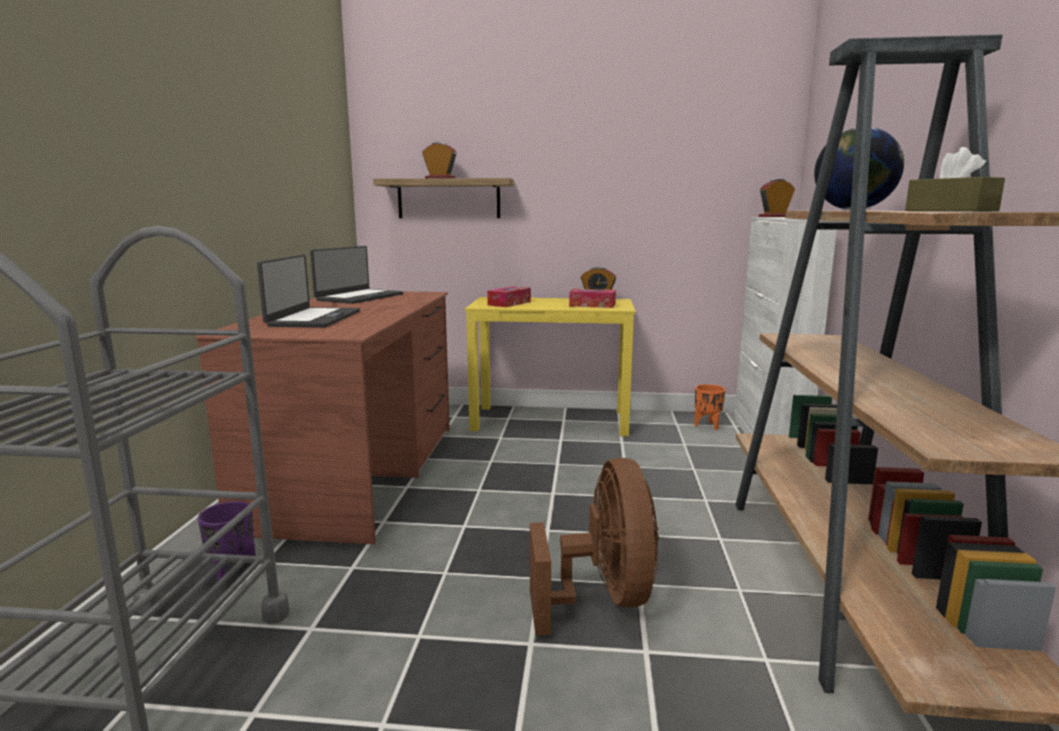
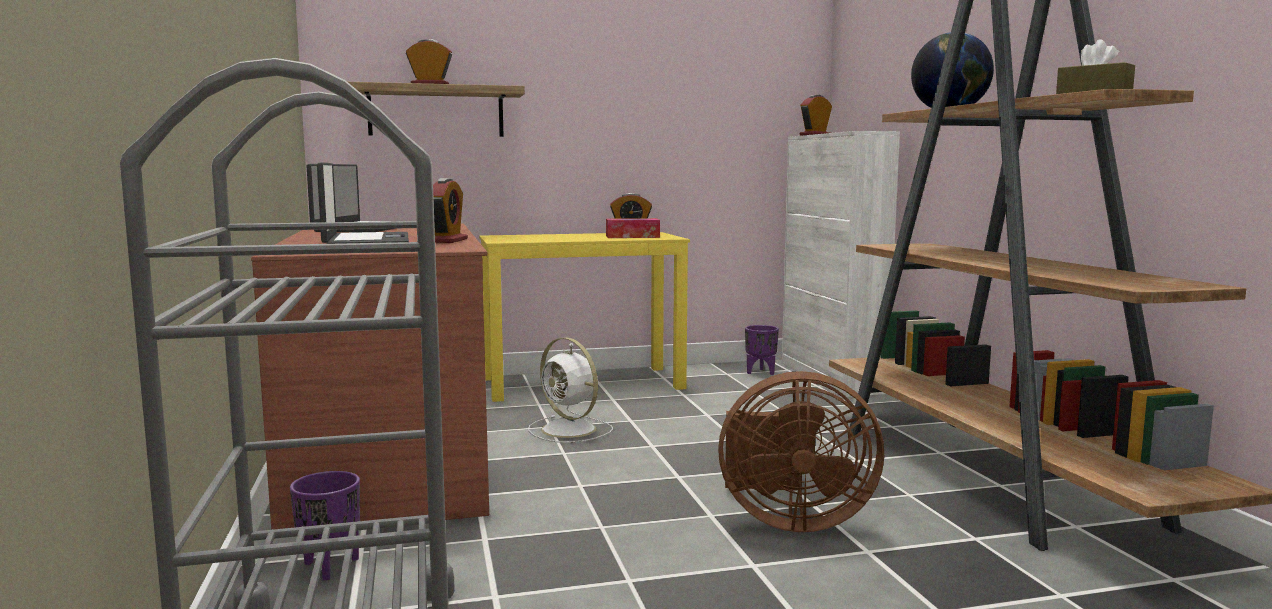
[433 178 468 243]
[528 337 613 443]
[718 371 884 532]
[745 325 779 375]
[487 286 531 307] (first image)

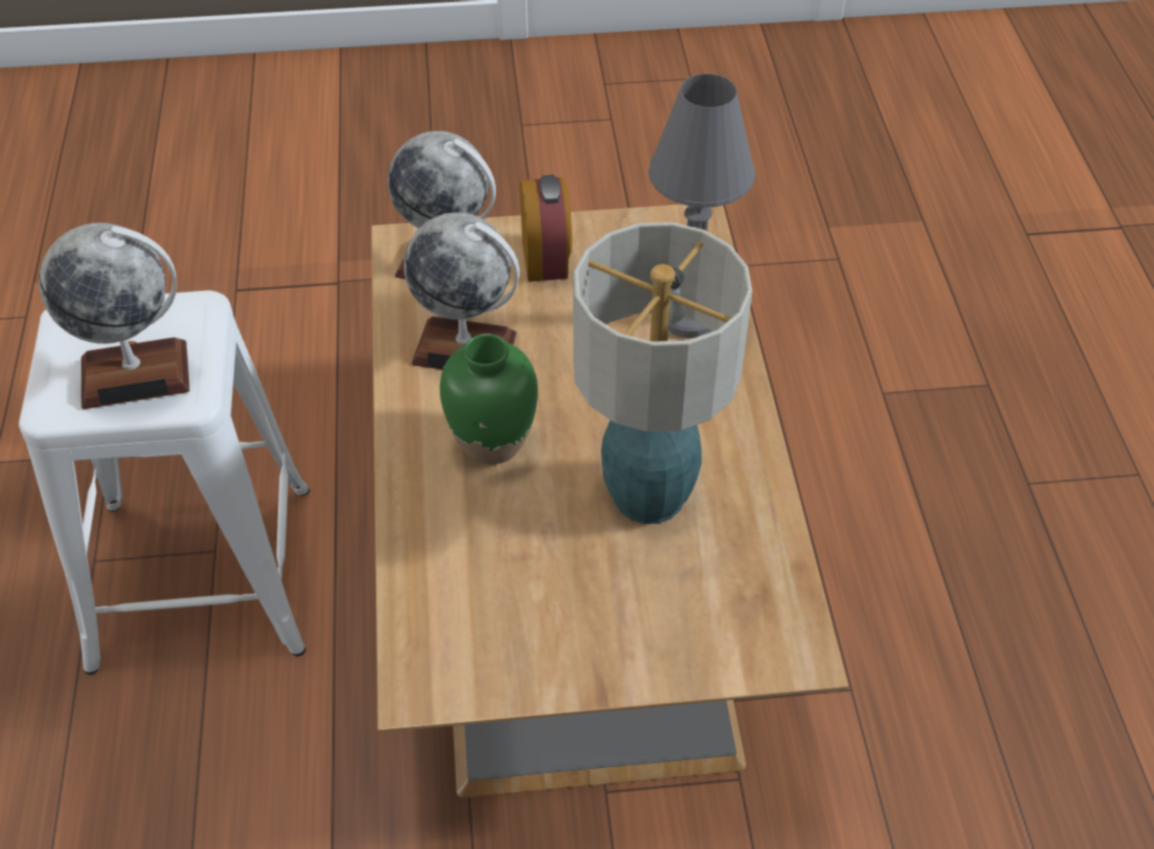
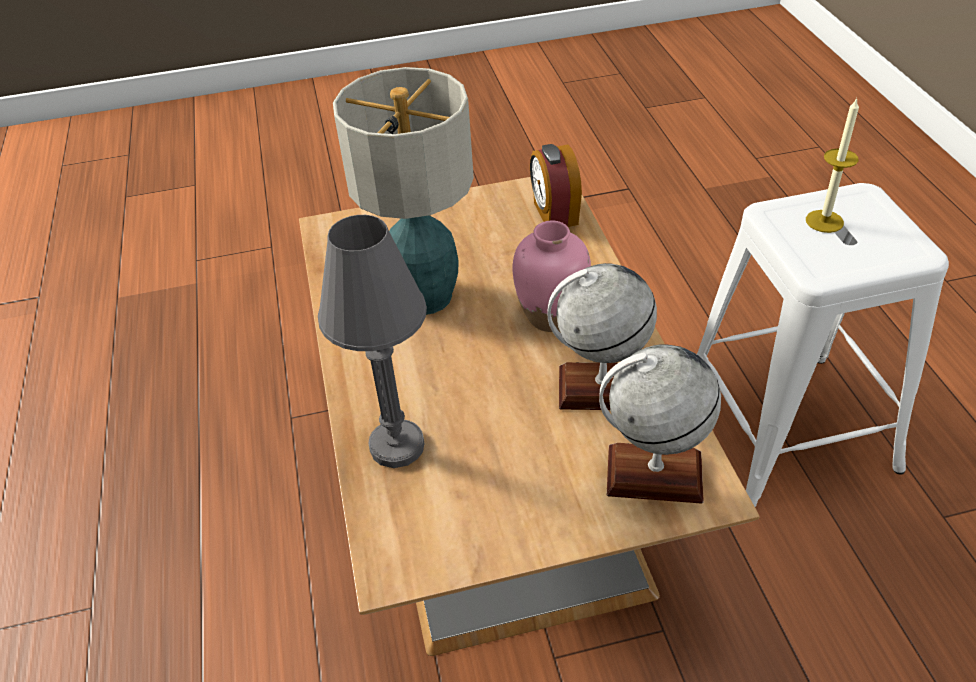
[512 221 591 332]
[530 144 582 227]
[806 97 859 233]

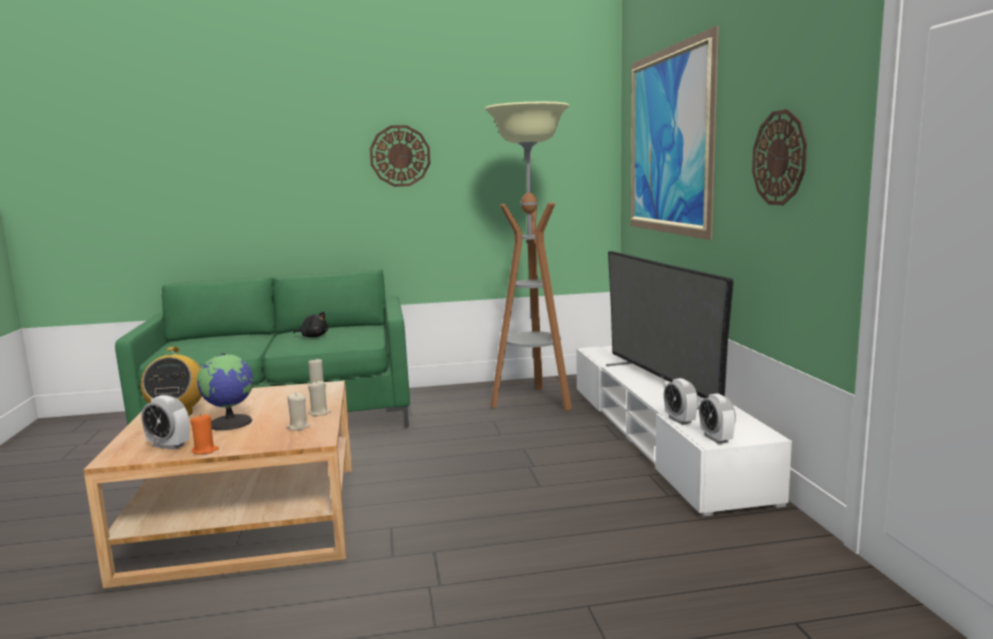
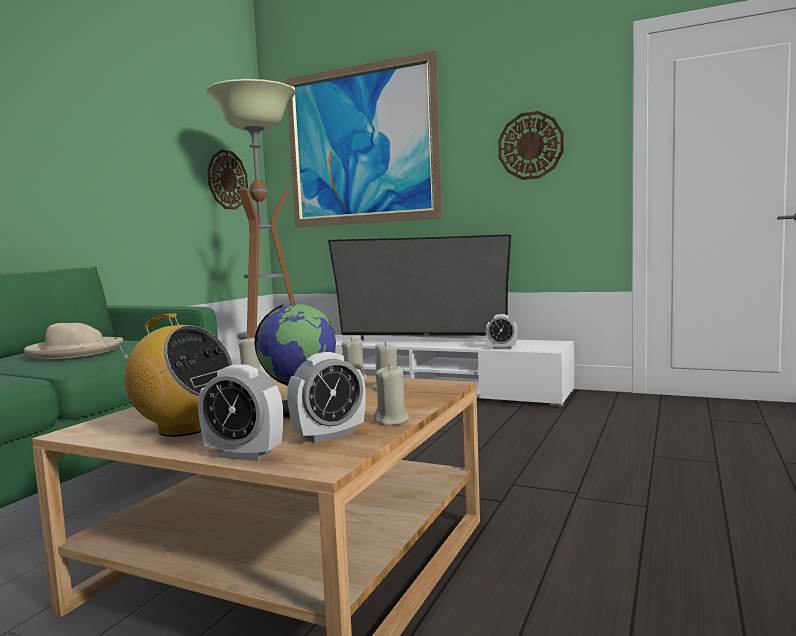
[24 323 124 359]
[198 364 283 461]
[207 149 248 210]
[373 364 409 425]

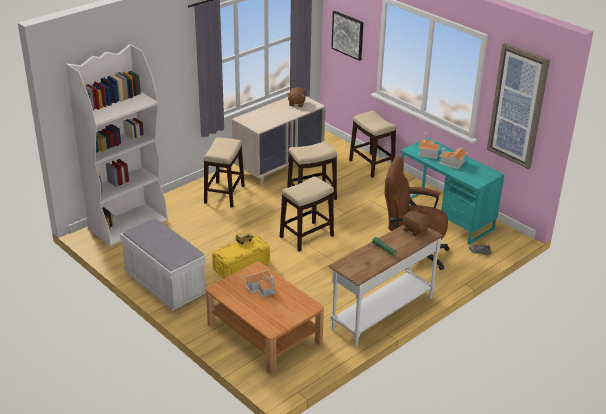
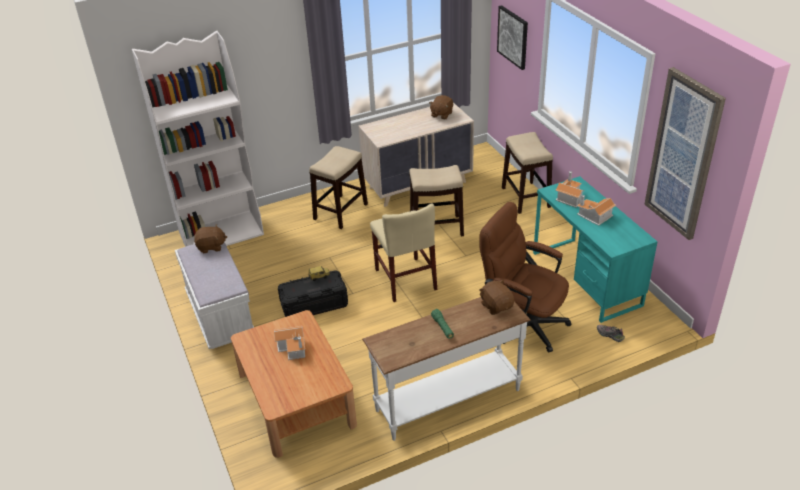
[194 224 227 253]
[278 270 348 317]
[370 203 437 302]

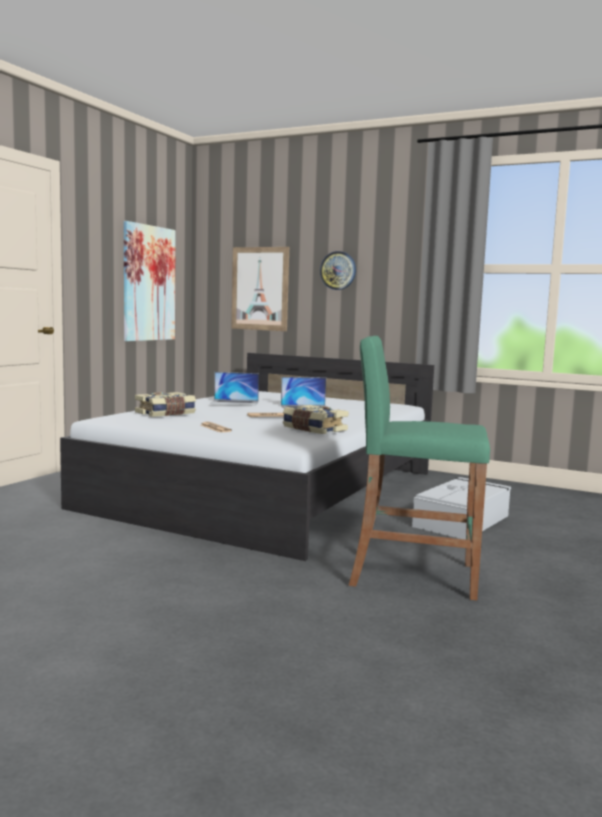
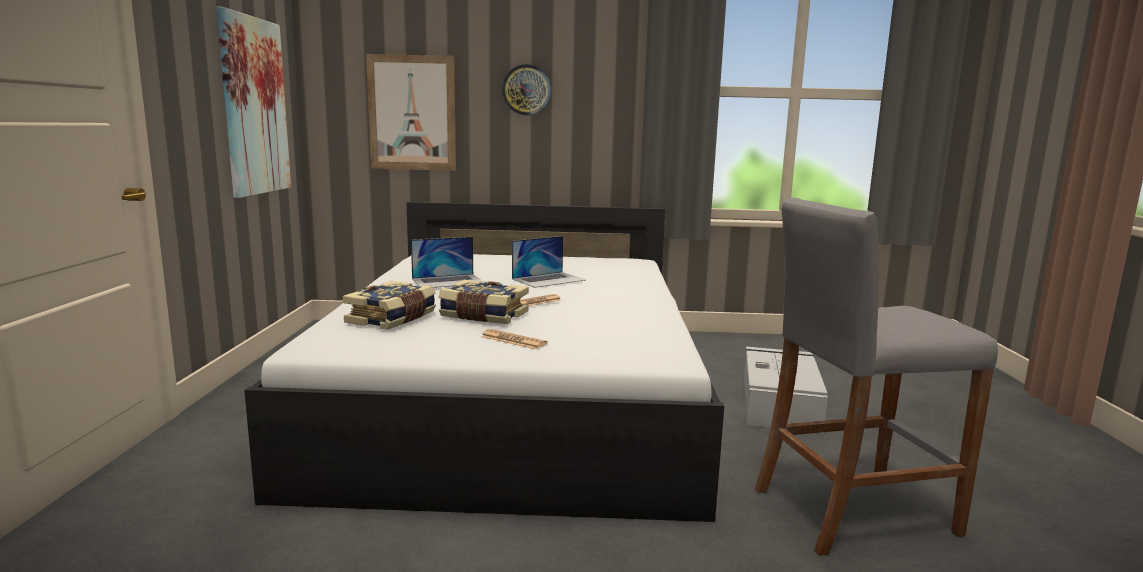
[439 280 529 324]
[754 198 998 556]

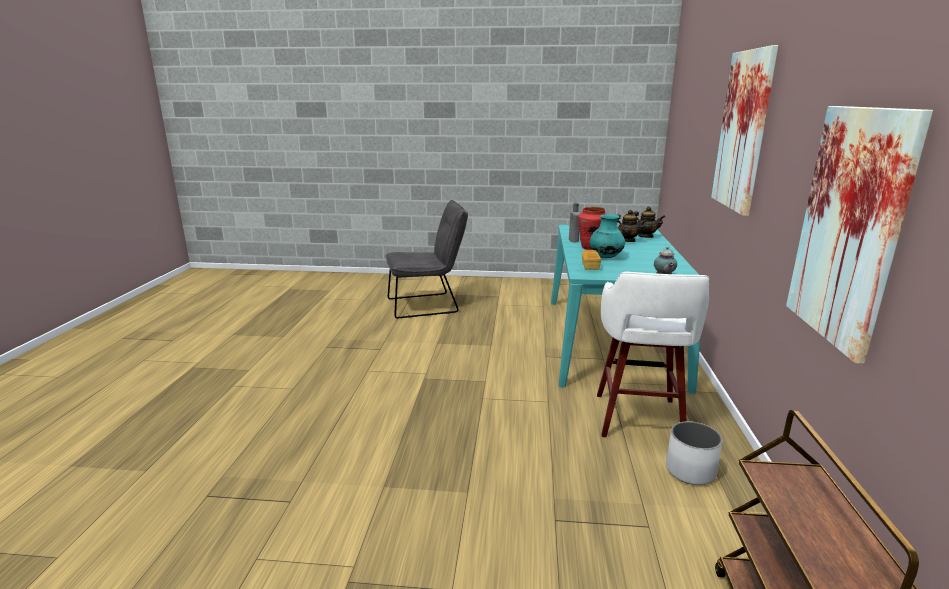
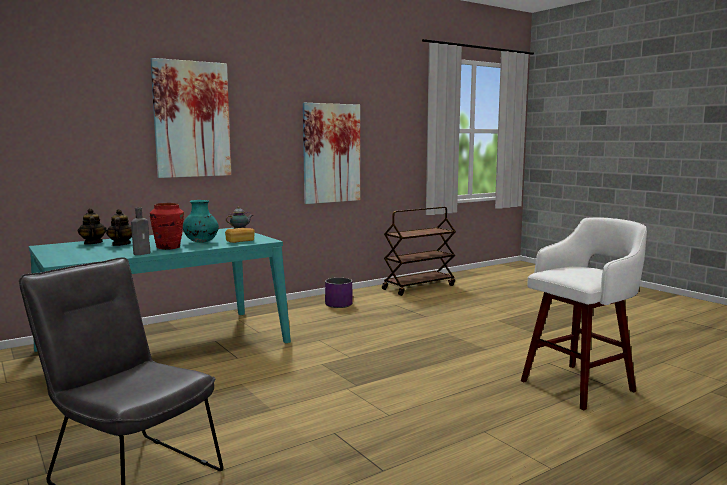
[325 278 353 308]
[521 217 647 410]

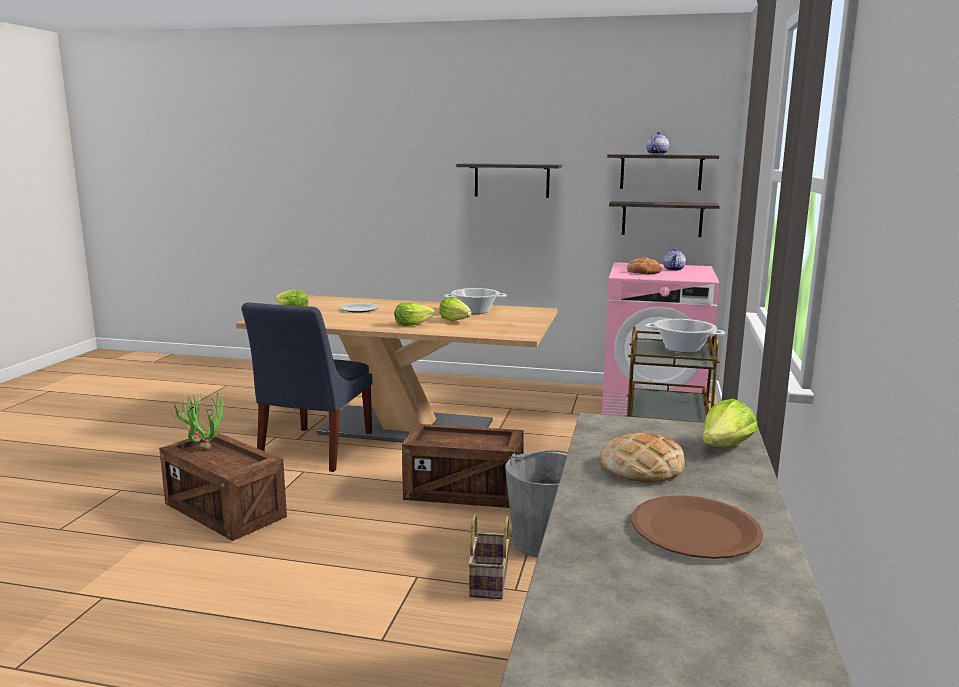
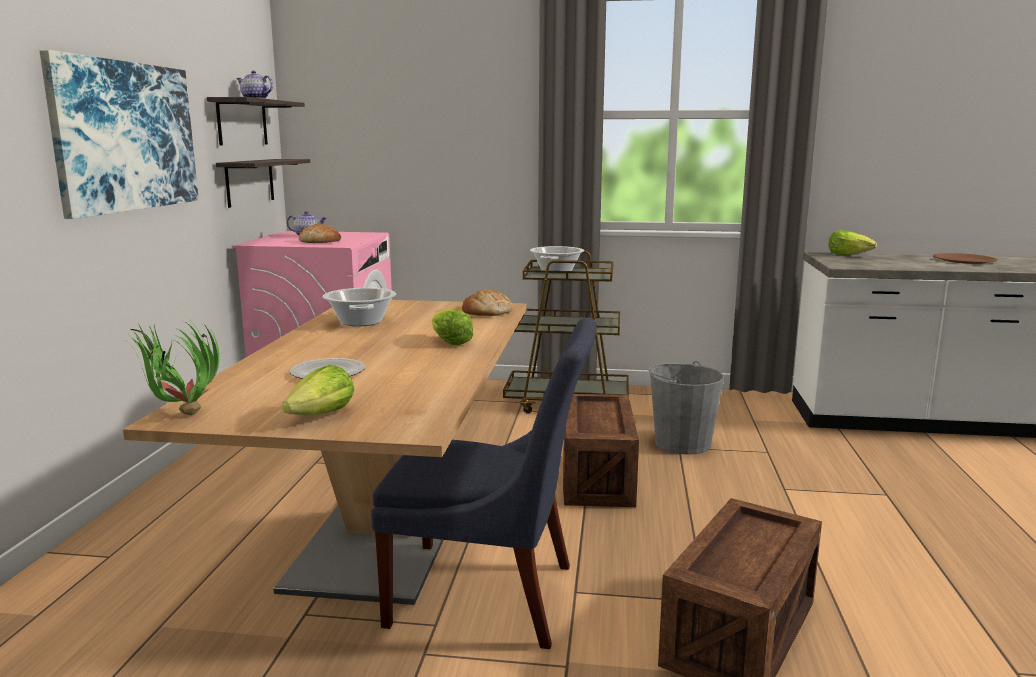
[39 50 199 219]
[128 321 219 415]
[462 290 513 316]
[439 297 472 321] (first image)
[468 514 509 599] (first image)

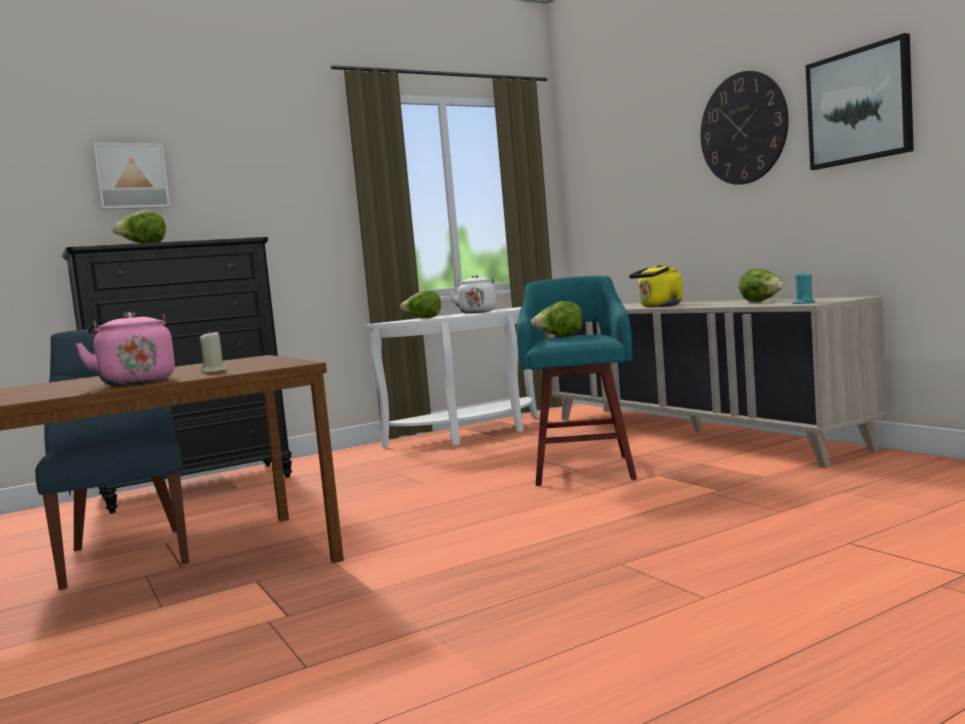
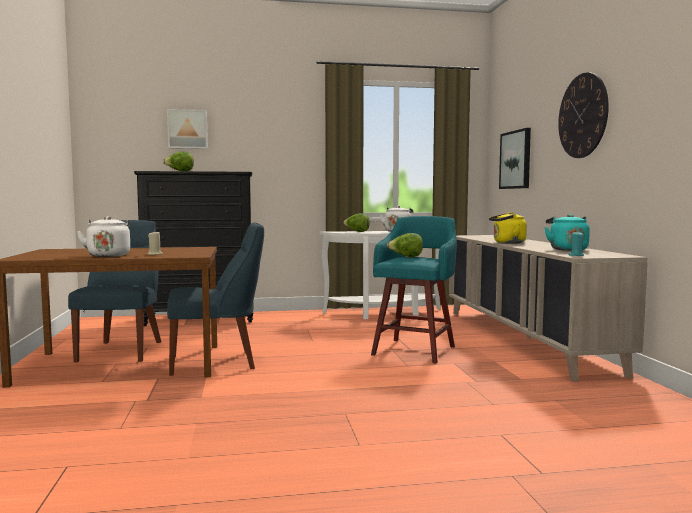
[77 216 131 257]
[167 223 264 376]
[499 128 531 189]
[544 214 590 251]

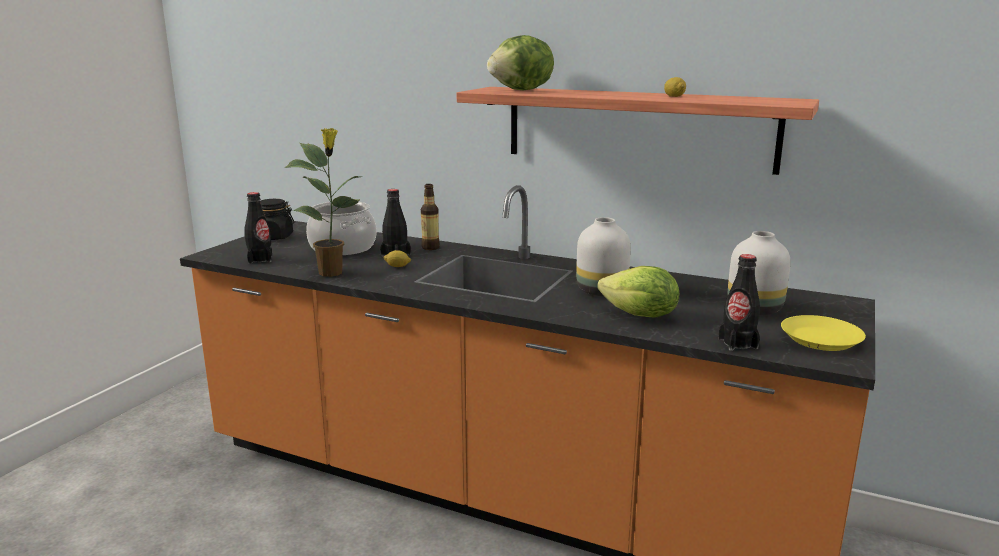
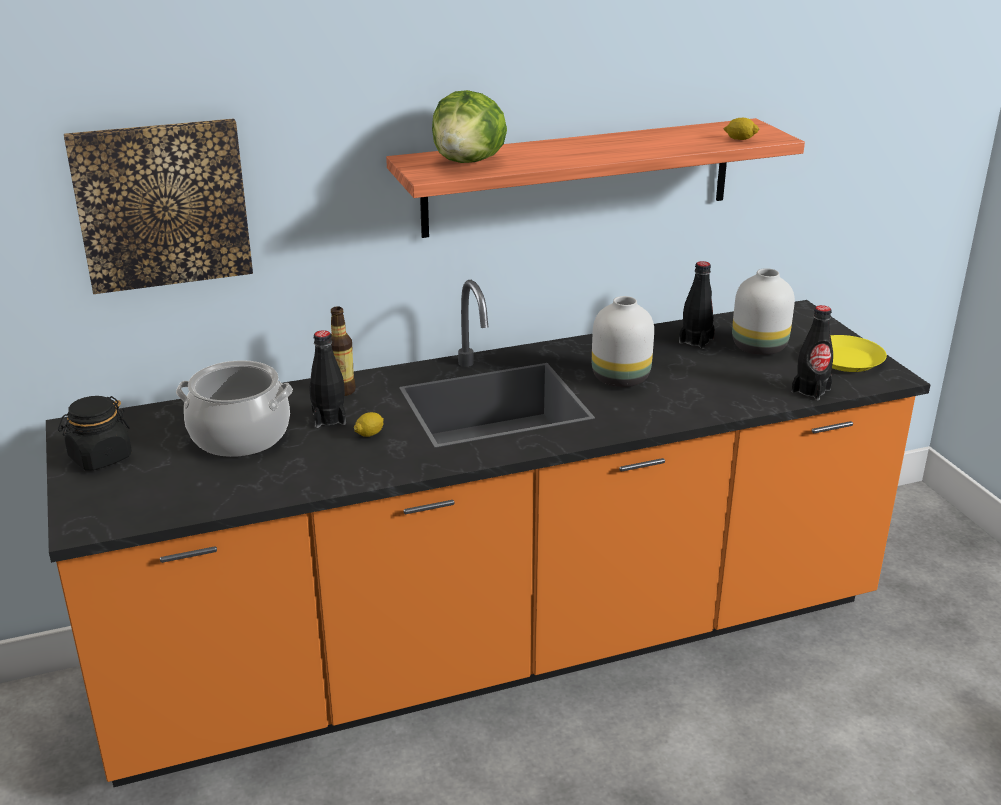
[64 118 253 294]
[679 261 715 349]
[724 118 759 140]
[284 128 363 277] (first image)
[597 266 680 318] (first image)

